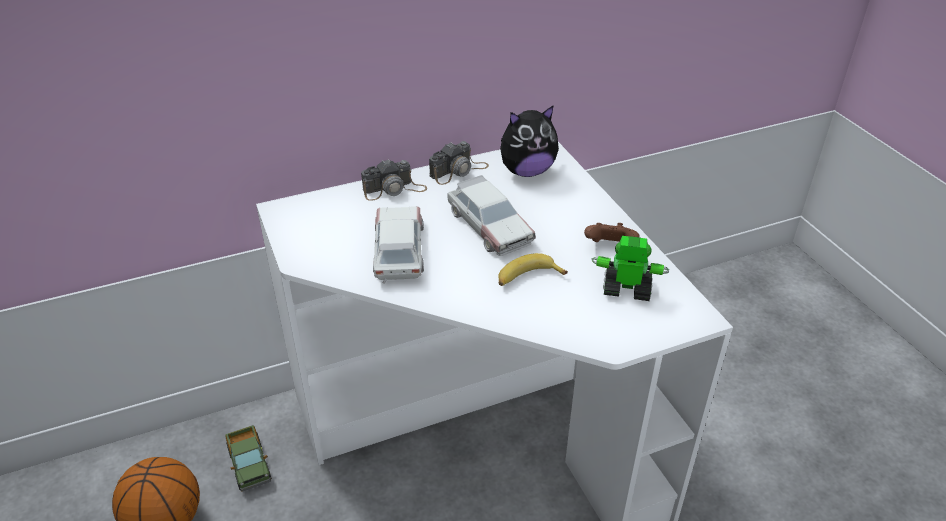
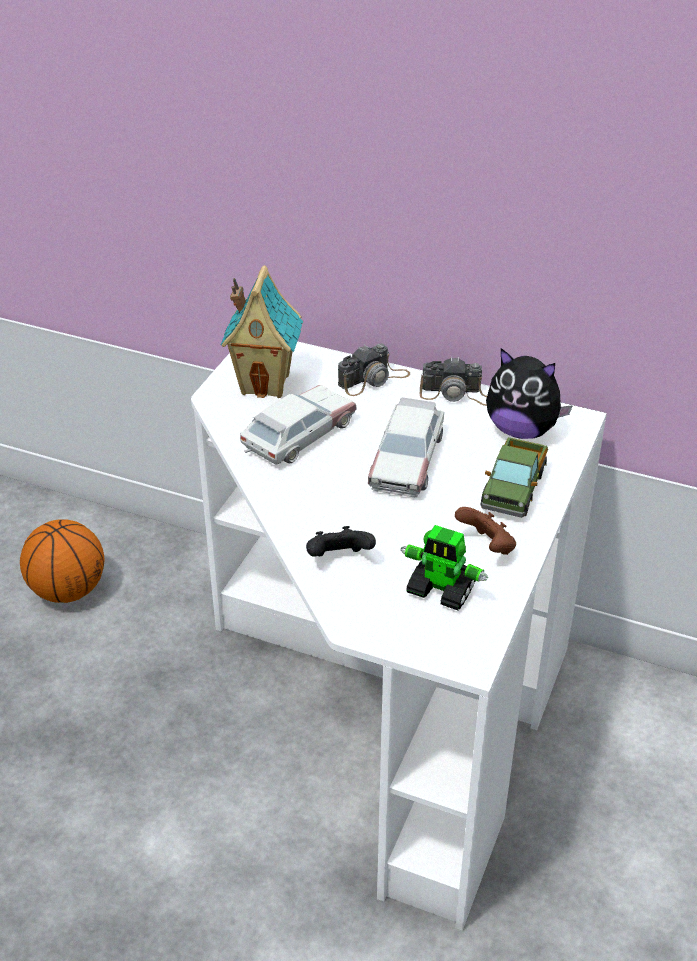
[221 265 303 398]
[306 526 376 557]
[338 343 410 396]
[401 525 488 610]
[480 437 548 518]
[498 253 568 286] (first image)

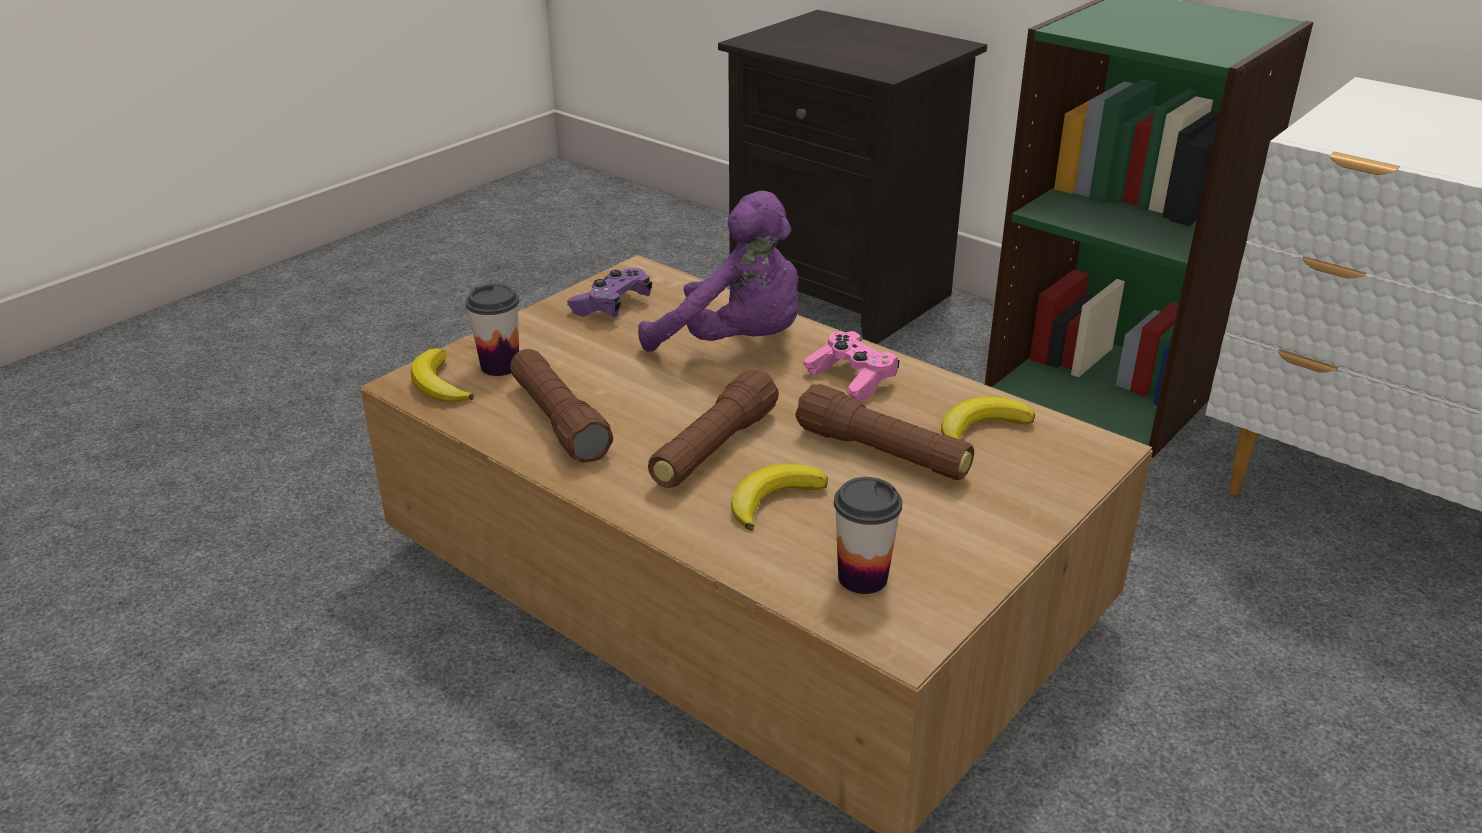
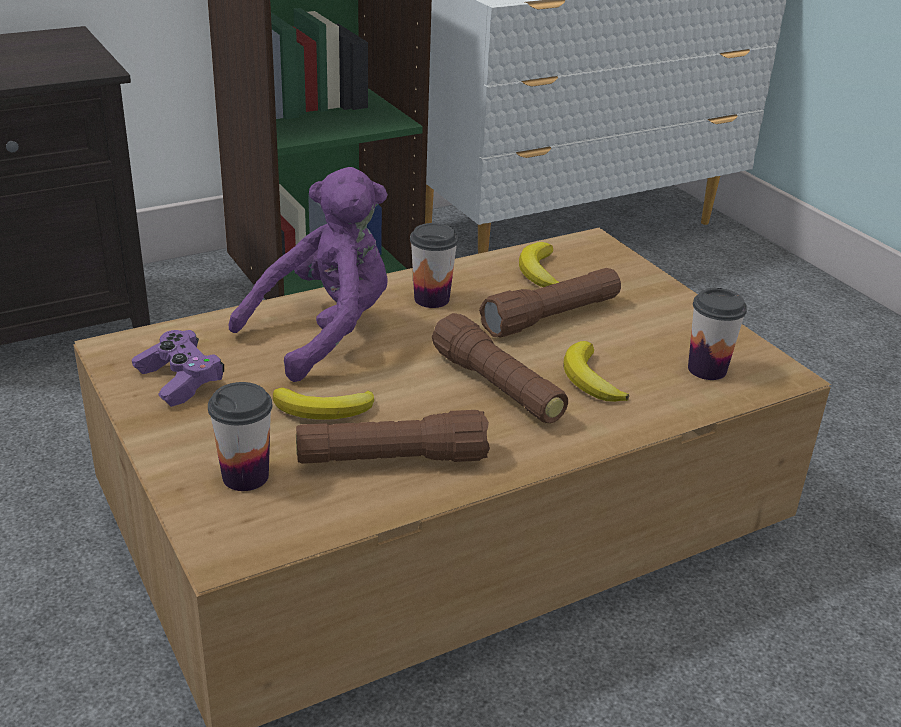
[273 387 374 420]
[410 223 458 308]

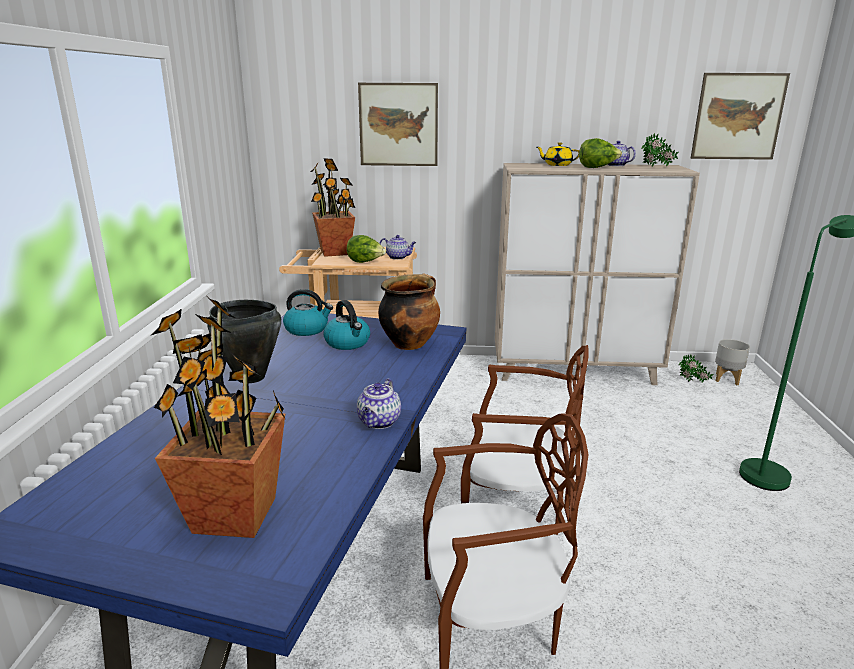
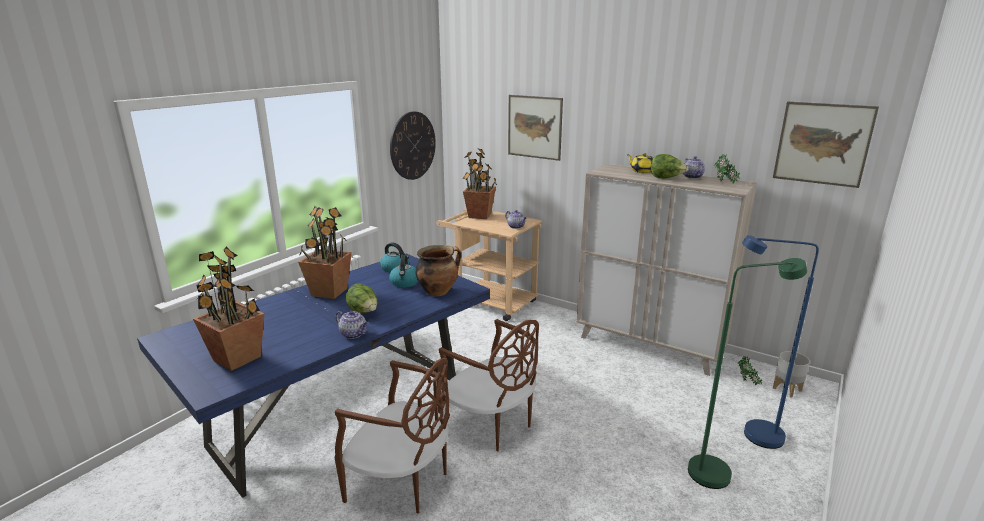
[298 206 352 299]
[336 311 369 339]
[346 283 378 313]
[390 111 436 180]
[742 235 819 449]

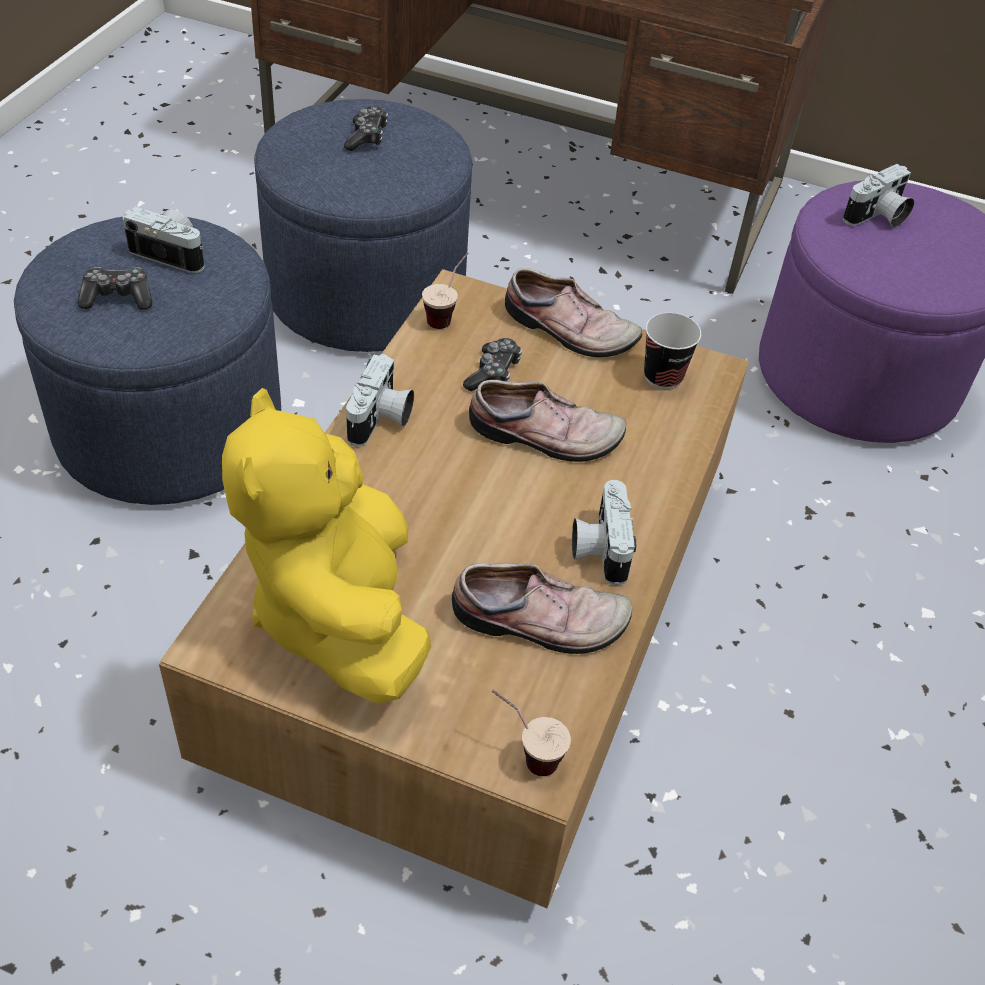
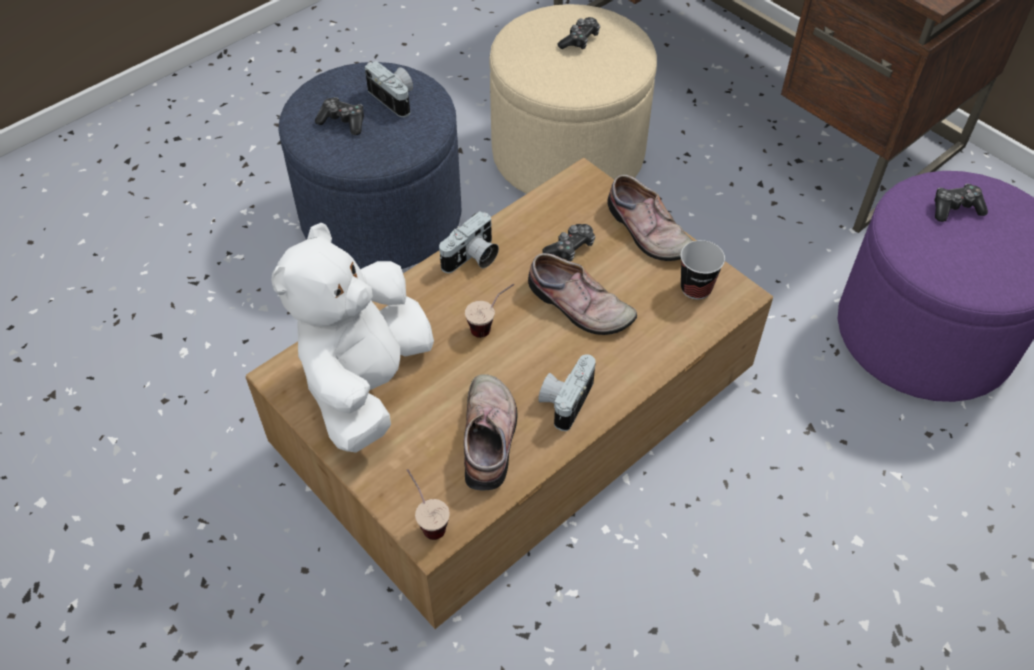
[271 223 434 453]
[464 374 517 490]
[465 283 515 338]
[489 4 657 194]
[934 184 988 222]

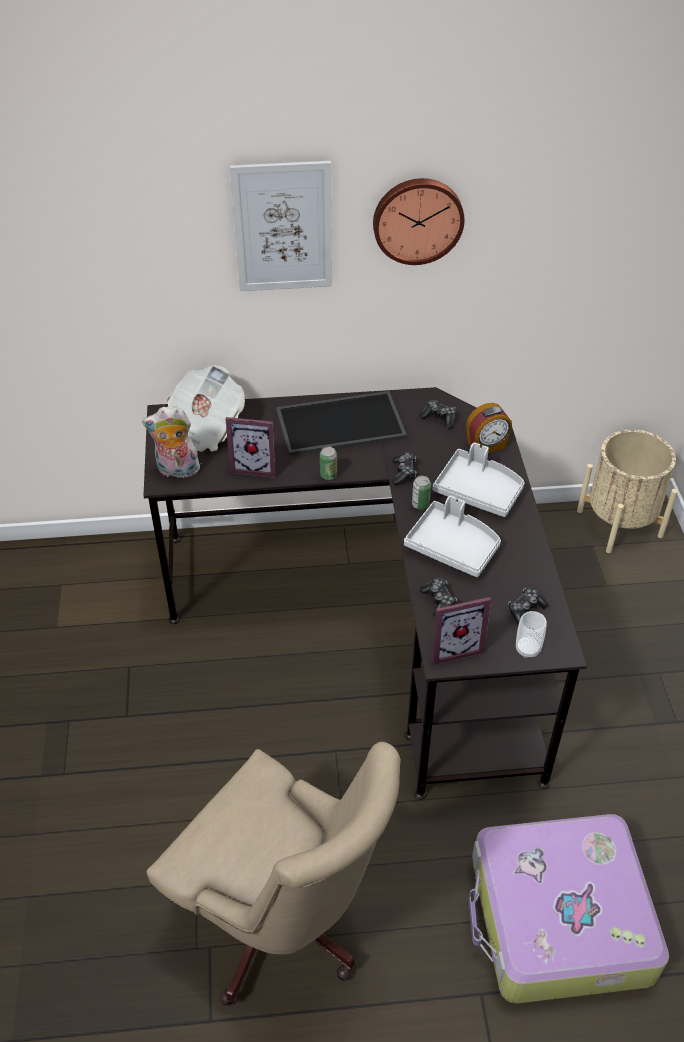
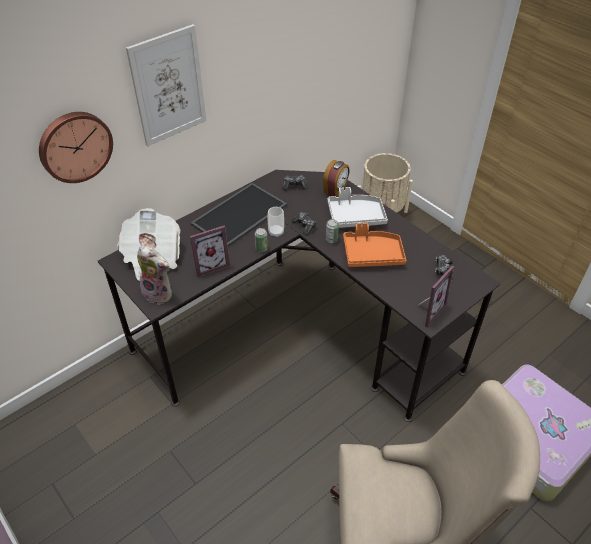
[39 112 113 183]
[137 246 172 305]
[268 207 284 237]
[343 223 406 267]
[420 578 457 618] (first image)

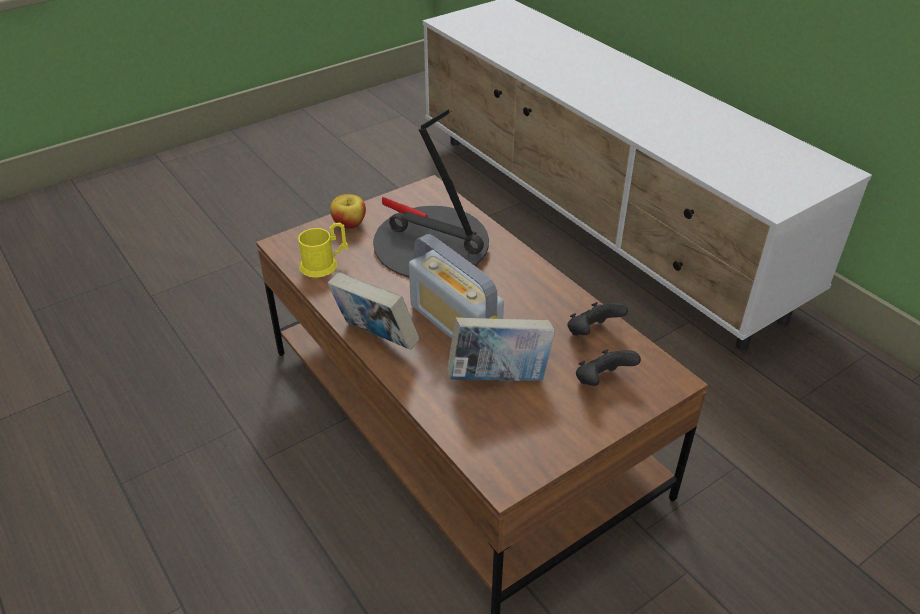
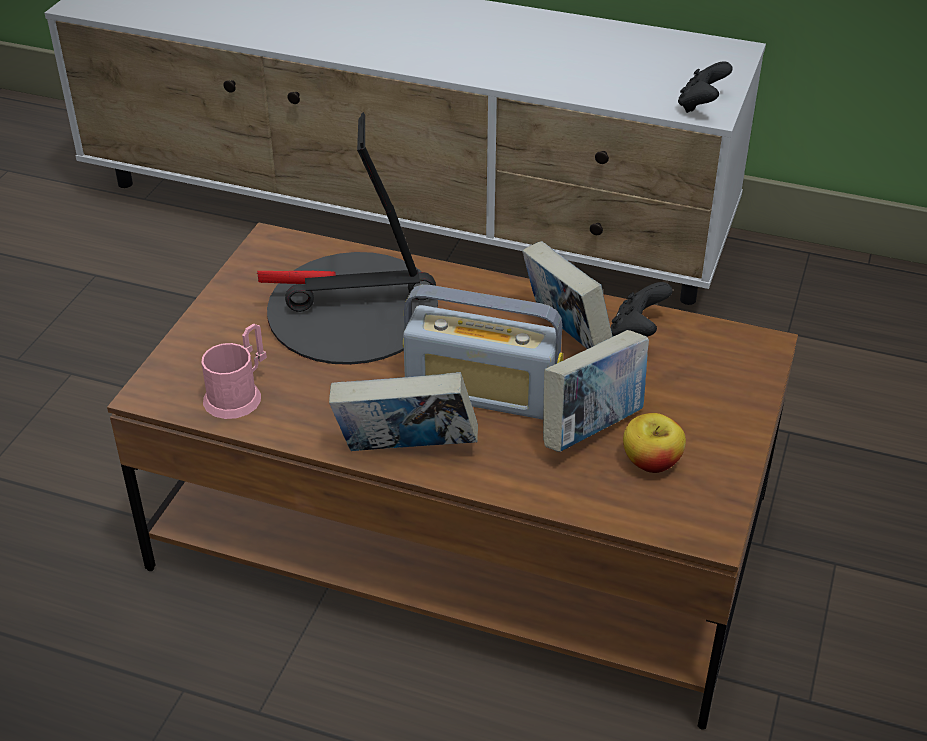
[201 323 267 419]
[522 241 613 349]
[623 413 686 473]
[678 61 733 113]

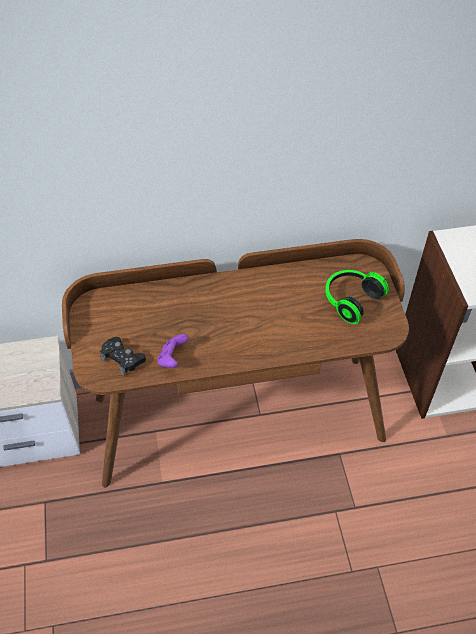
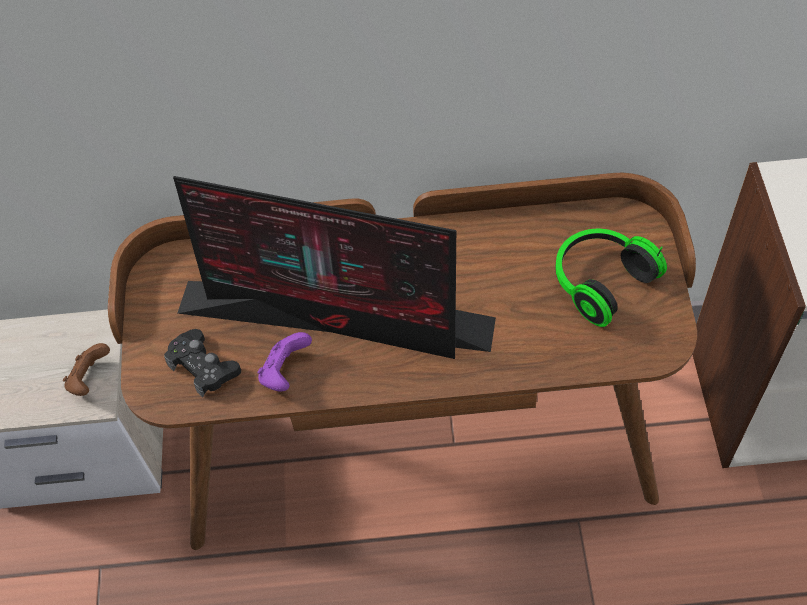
[63 343 110 396]
[173 176 496 359]

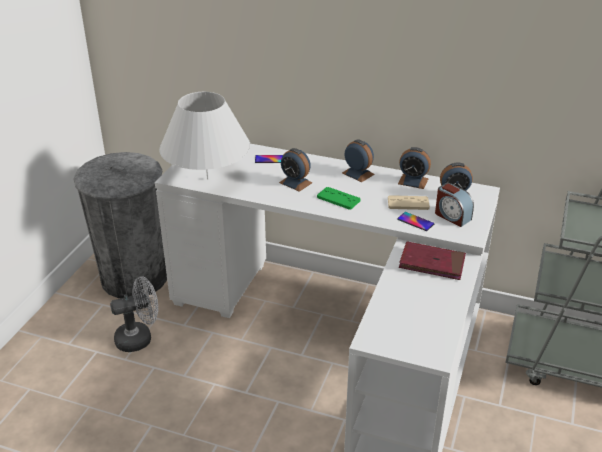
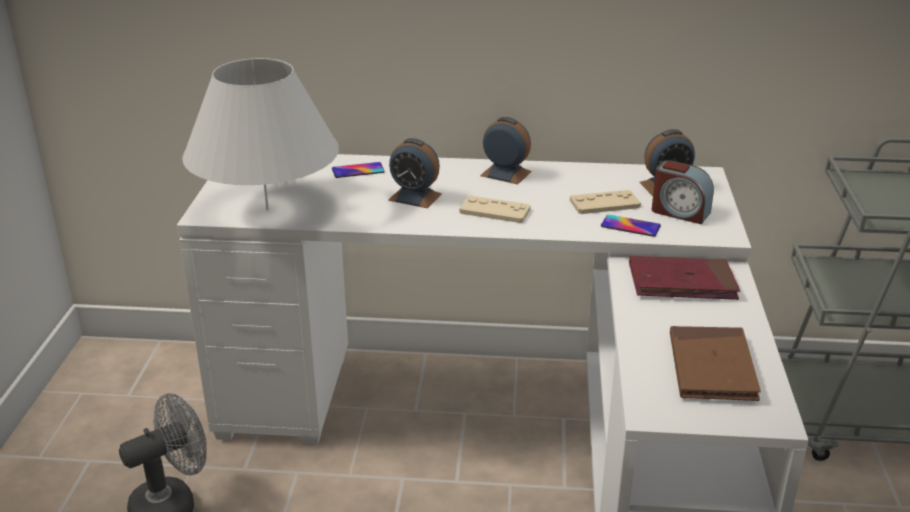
[460 196 531 223]
[670 326 761 401]
[73 152 167 298] (first image)
[398 147 431 189] (first image)

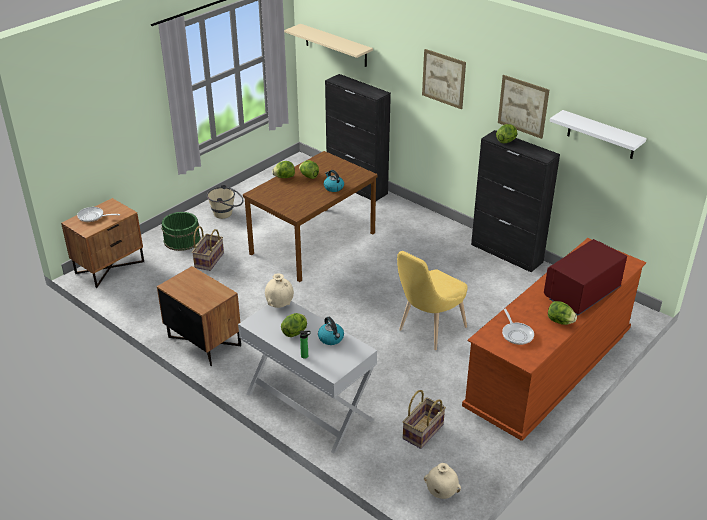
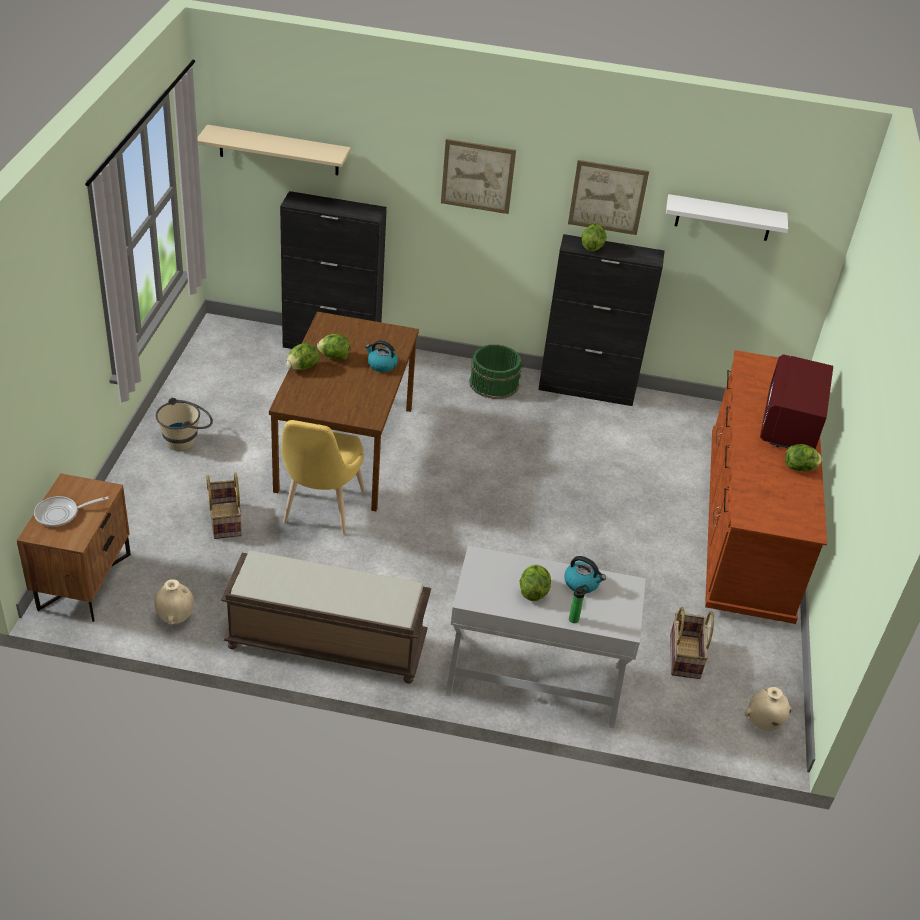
[154 579 194 625]
[221 551 431 684]
[282 420 365 535]
[469 345 523 399]
[502 306 534 345] (first image)

